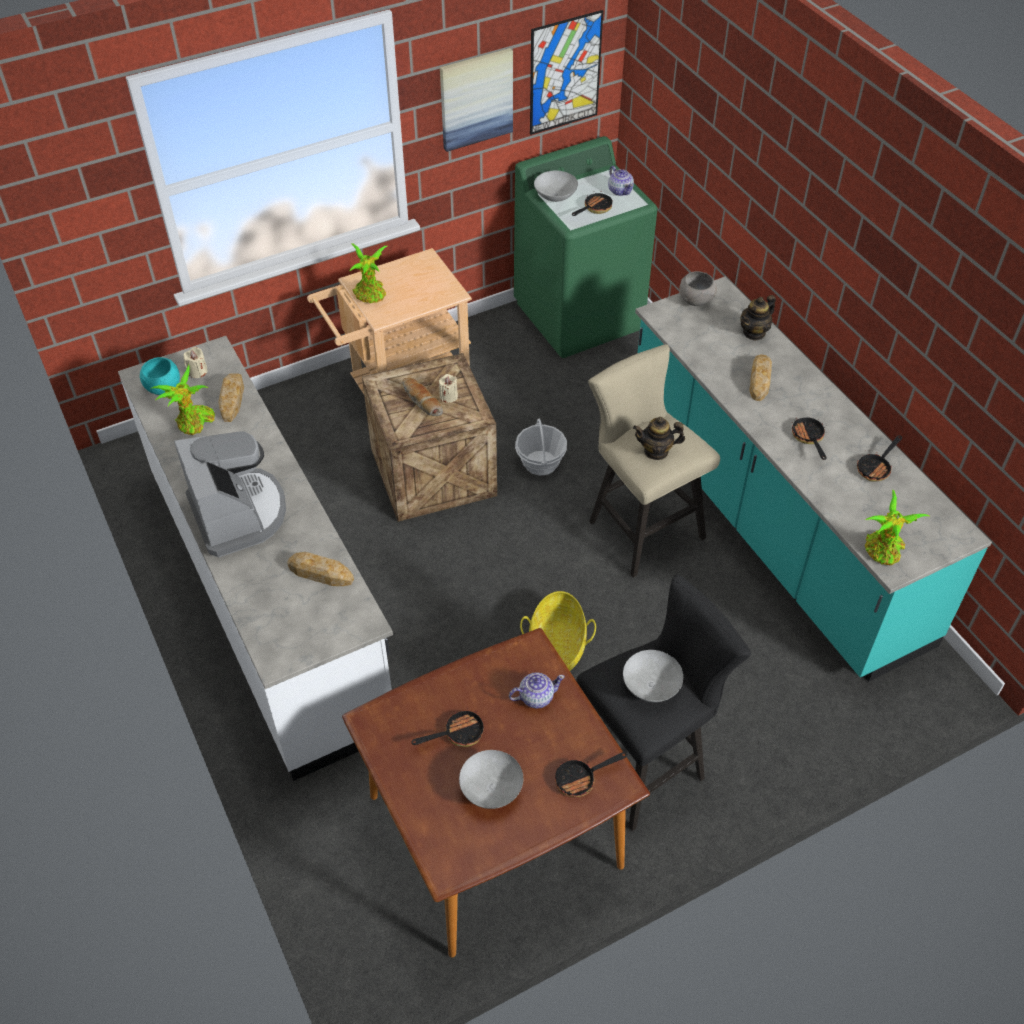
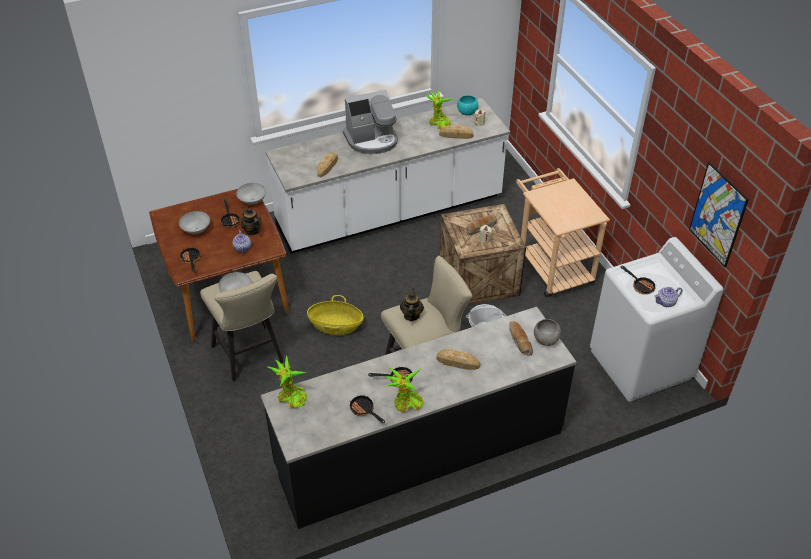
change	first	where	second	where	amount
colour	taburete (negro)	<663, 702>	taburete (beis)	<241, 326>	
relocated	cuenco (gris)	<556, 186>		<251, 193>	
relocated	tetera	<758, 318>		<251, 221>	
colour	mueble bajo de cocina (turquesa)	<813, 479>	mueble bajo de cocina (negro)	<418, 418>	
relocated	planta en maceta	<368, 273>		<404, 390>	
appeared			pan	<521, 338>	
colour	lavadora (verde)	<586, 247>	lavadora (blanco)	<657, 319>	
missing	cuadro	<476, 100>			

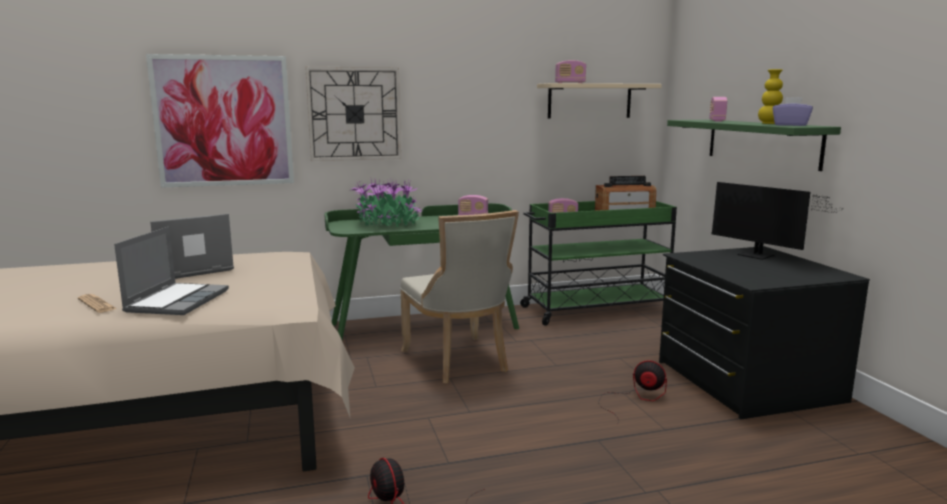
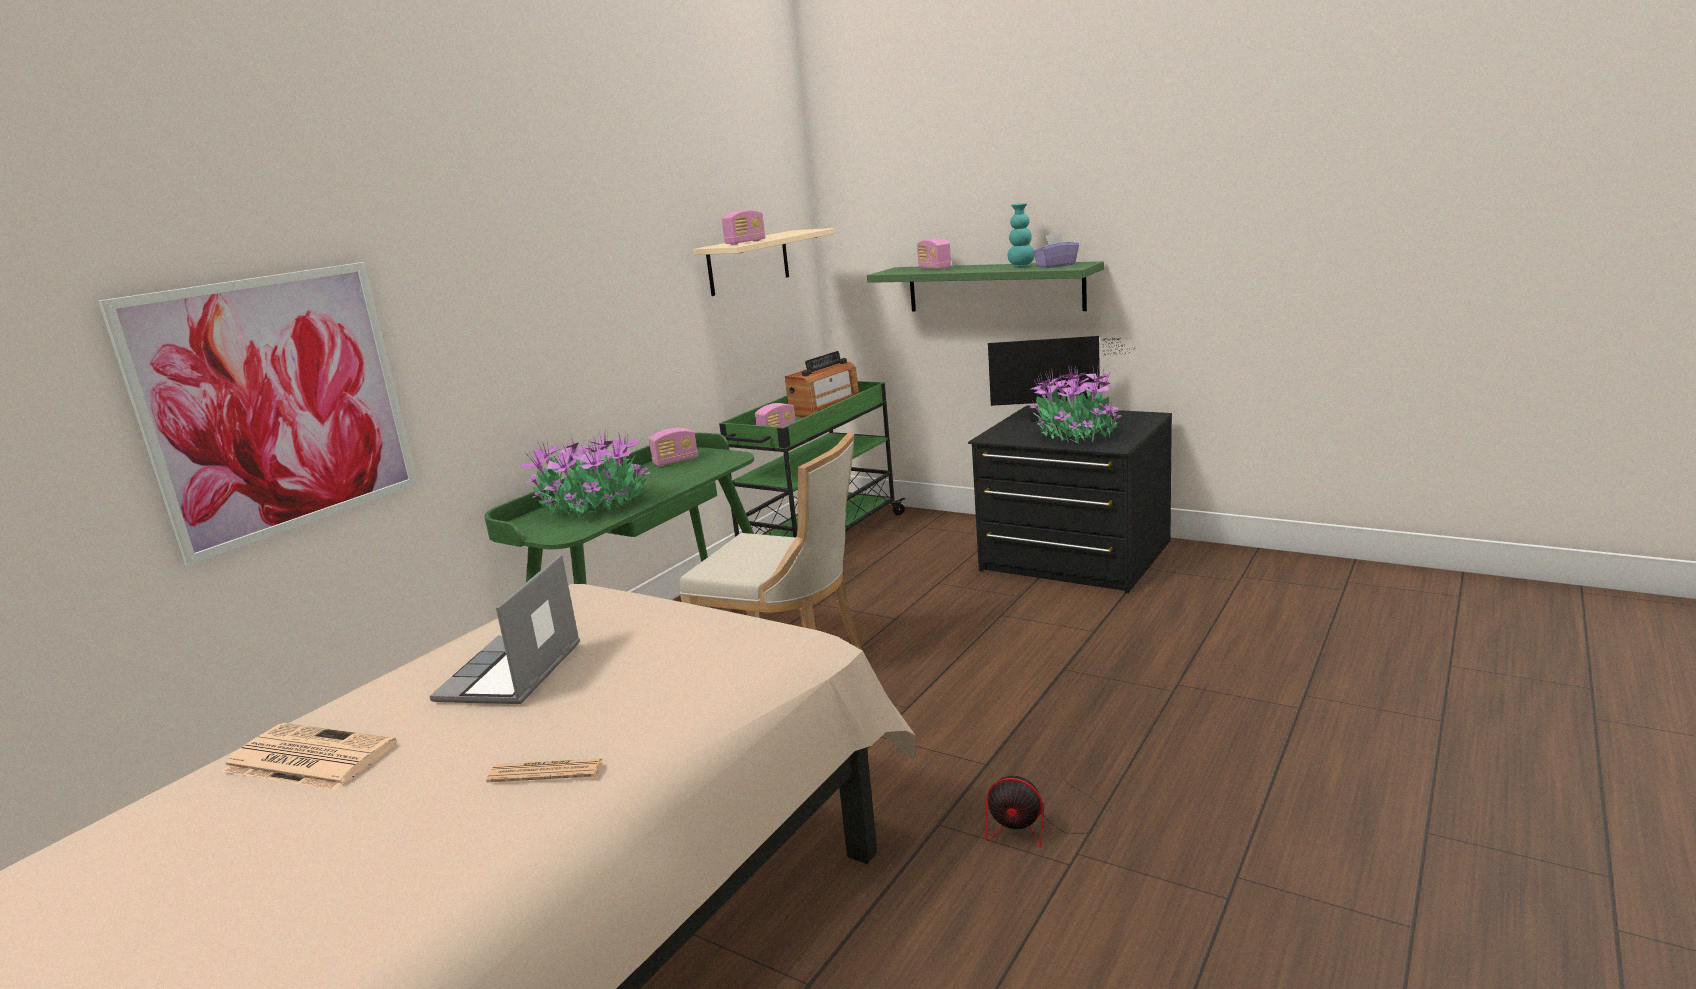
change	first	where	second	where	amount
appeared			periódico	<309, 756>	
colour	florero (amarillo)	<770, 96>	florero (turquesa)	<1021, 235>	
appeared			planta en maceta	<1075, 405>	
missing	portátil	<171, 271>			
missing	reloj de pared	<353, 114>			
missing	ventilador	<632, 392>			

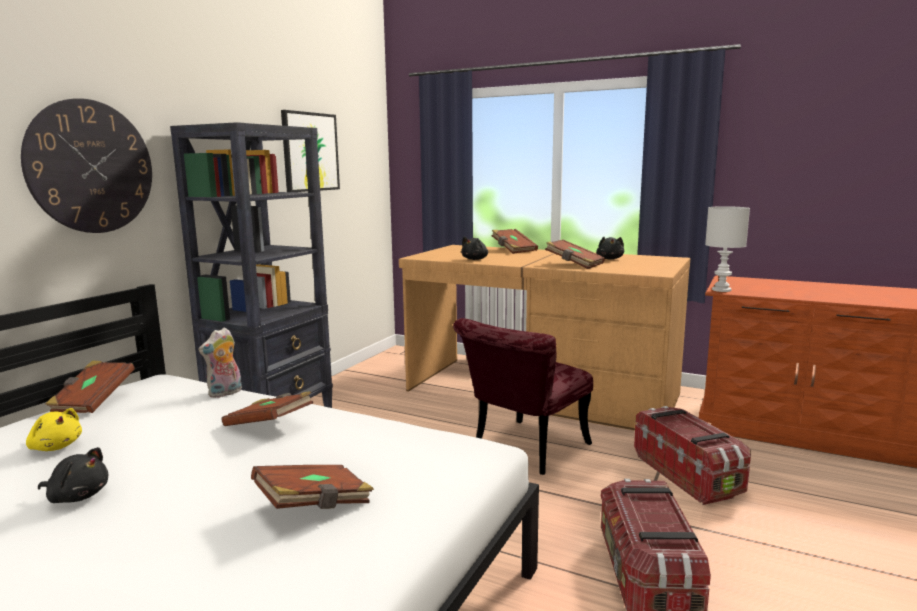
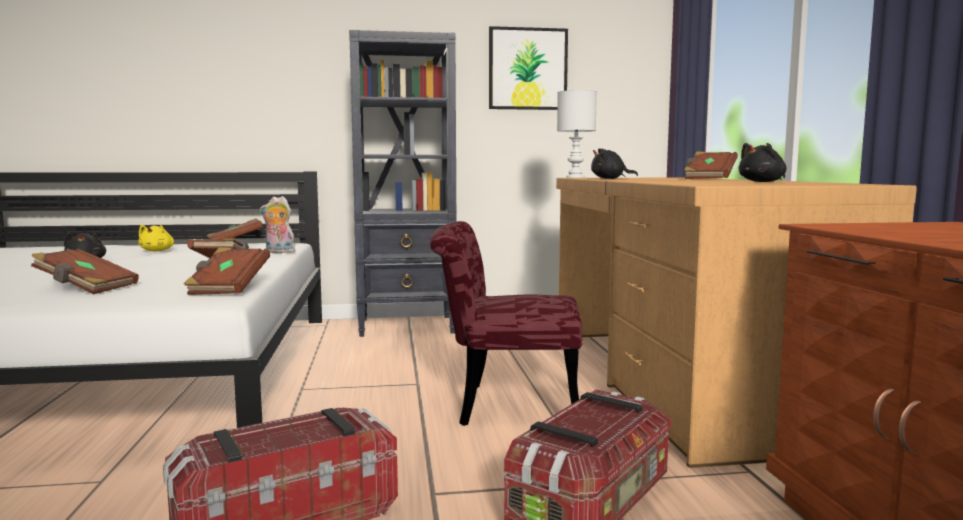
change	first	where	second	where	amount
relocated	libro (marrón)	<575, 254>		<227, 271>	
relocated	lámpara de mesa (blanco)	<727, 249>		<577, 134>	
missing	reloj de pared	<86, 165>			

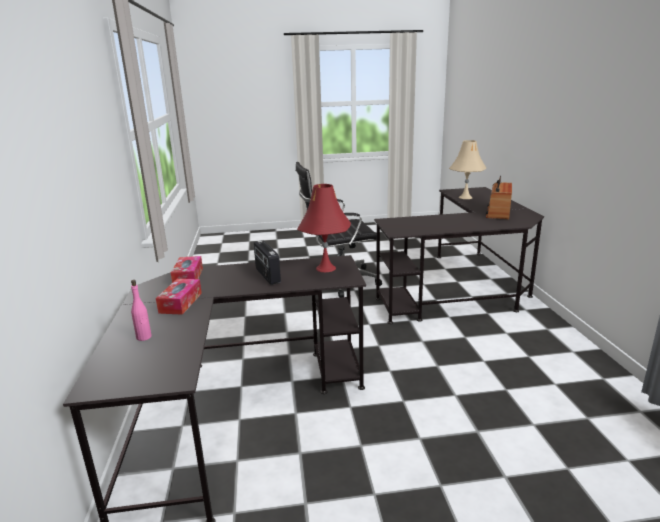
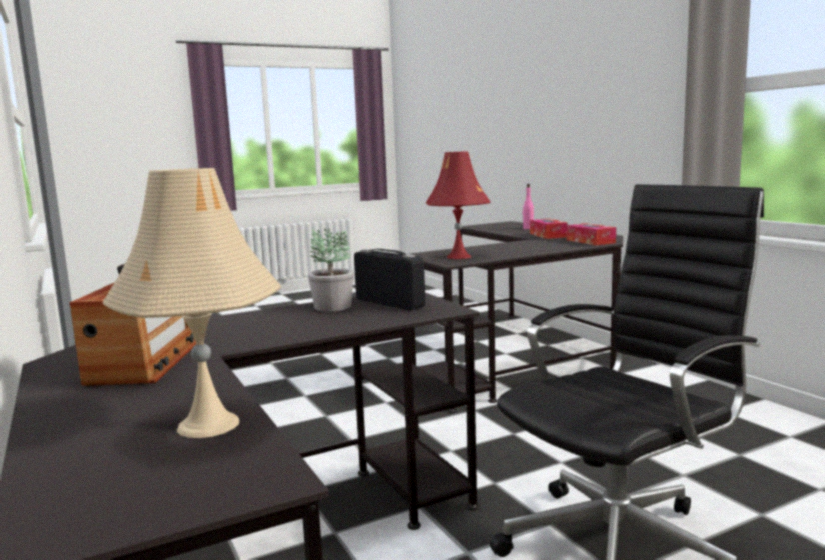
change	first	where	second	where	amount
appeared			planta en maceta	<331, 269>	
relocated	radio	<267, 263>		<389, 279>	

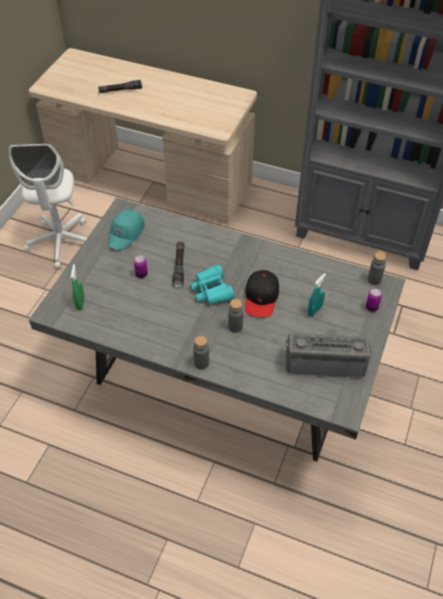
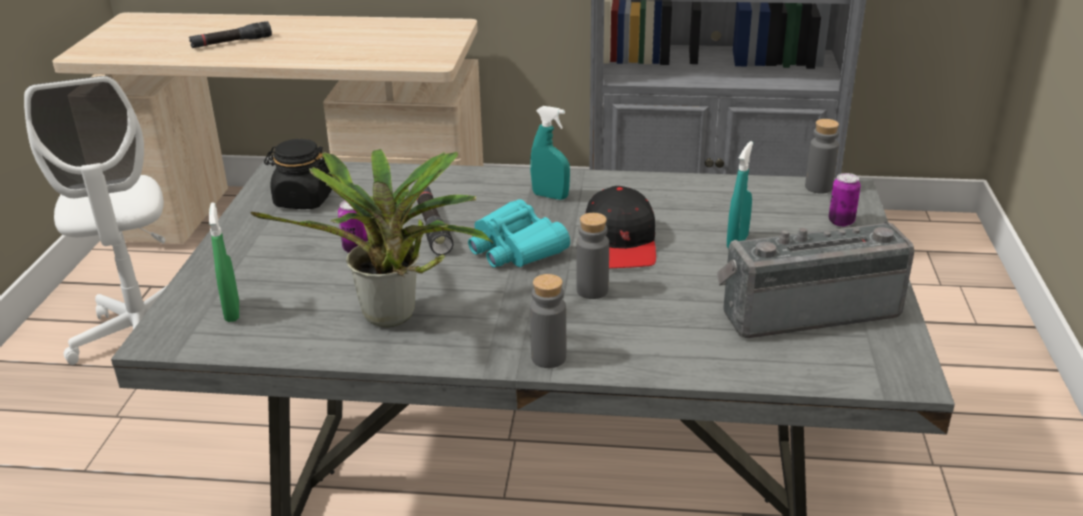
change	first	where	second	where	amount
appeared			planta en maceta	<372, 238>	
exchanged	gorra (turquesa)	<126, 230>	tarro (negro)	<298, 174>	
appeared			pulverizador (turquesa)	<550, 153>	

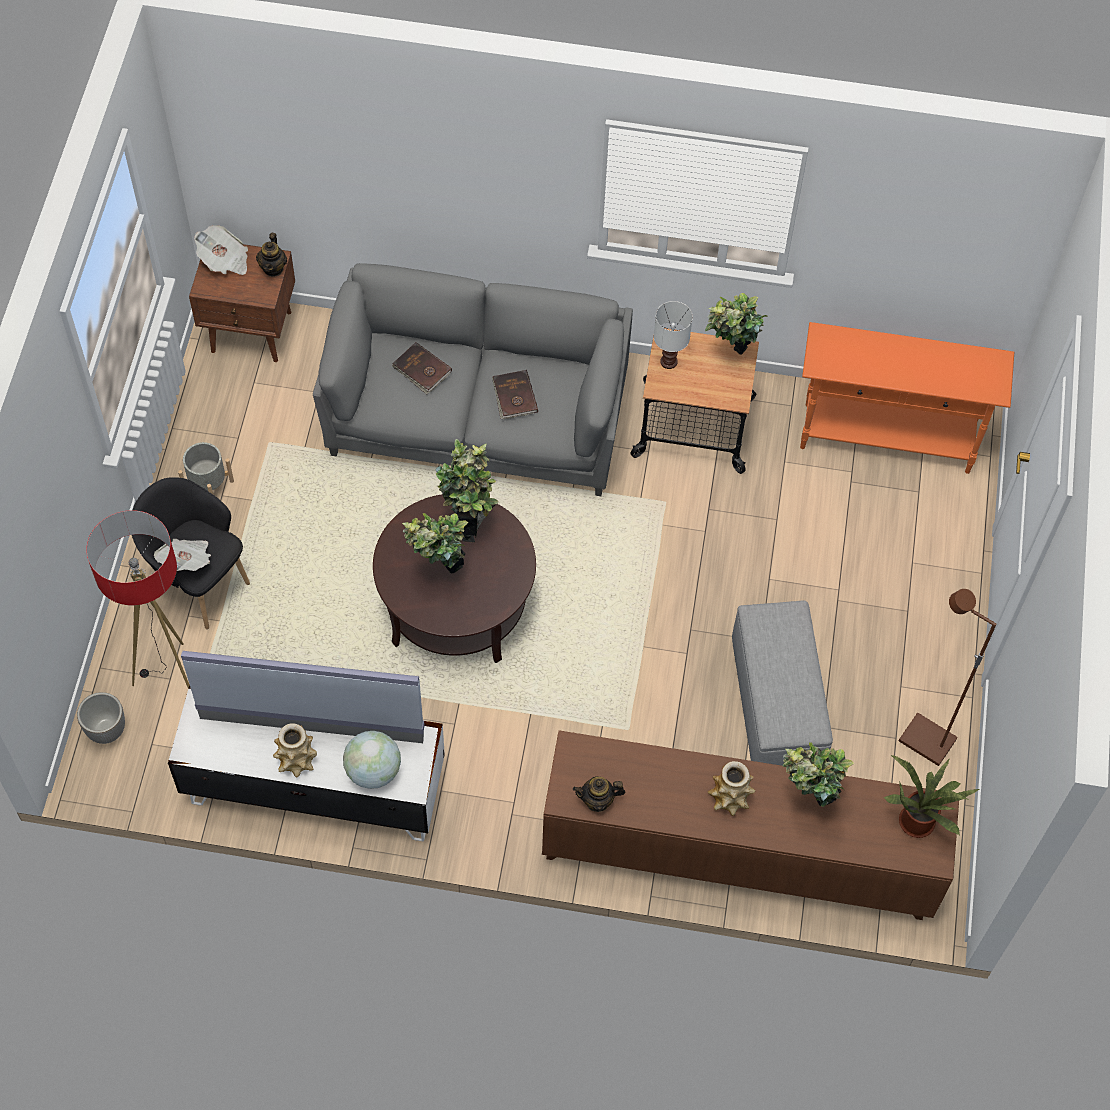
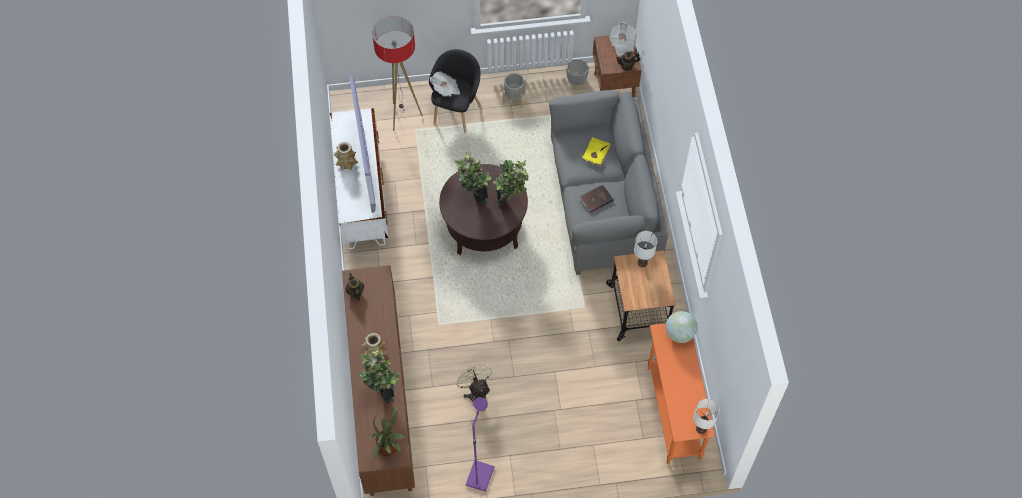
change	first	where	second	where	amount
exchanged	puf (gris)	<782, 683>	ventilador (beis)	<473, 386>	
colour	lámpara de pie (marrón)	<948, 677>	lámpara de pie (morado)	<480, 444>	
relocated	maceta	<101, 718>		<577, 72>	
colour	libro (marrón)	<422, 368>	libro (amarillo)	<595, 151>	
relocated	globo terráqueo	<372, 760>		<682, 327>	
appeared			lámpara de mesa (blanco)	<706, 416>	
missing	planta en maceta	<736, 324>			

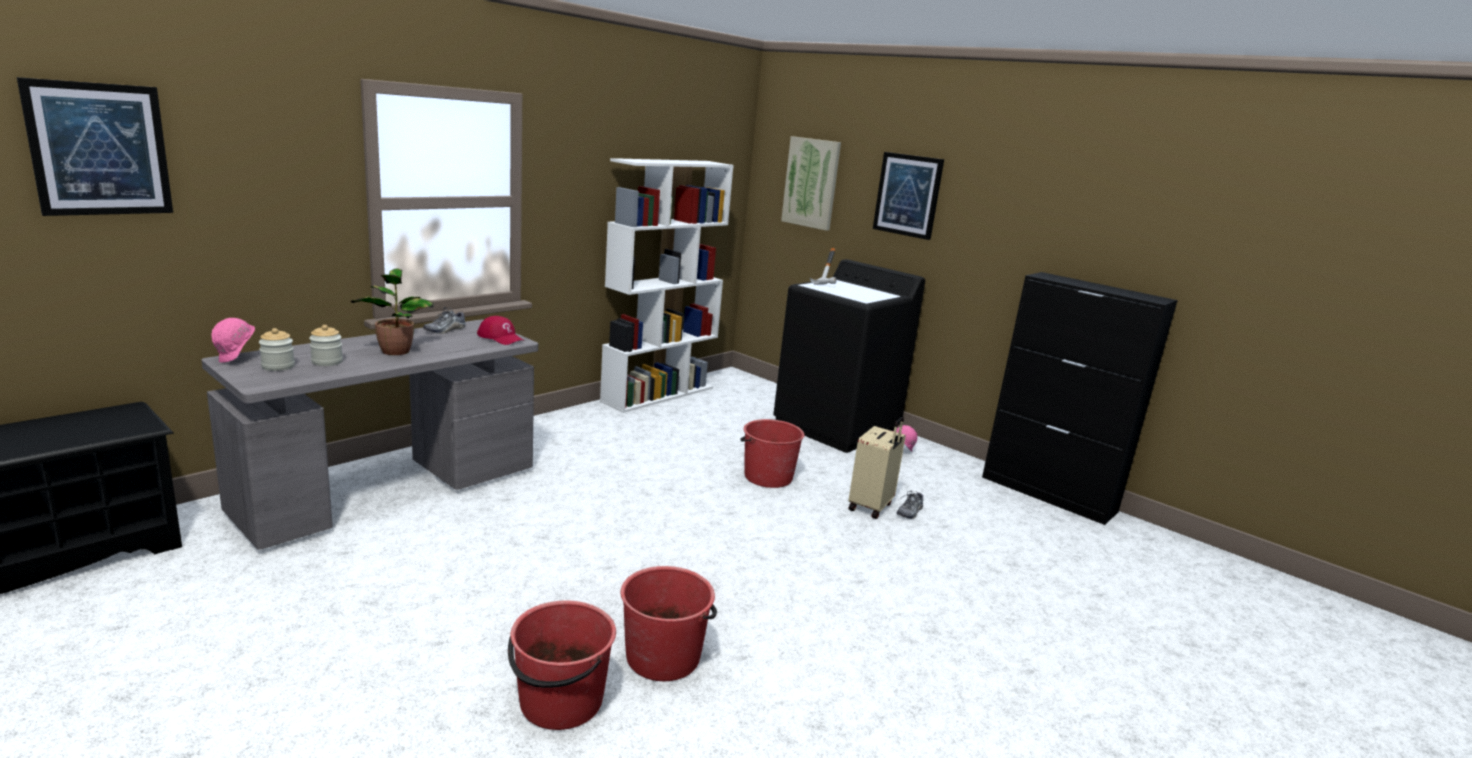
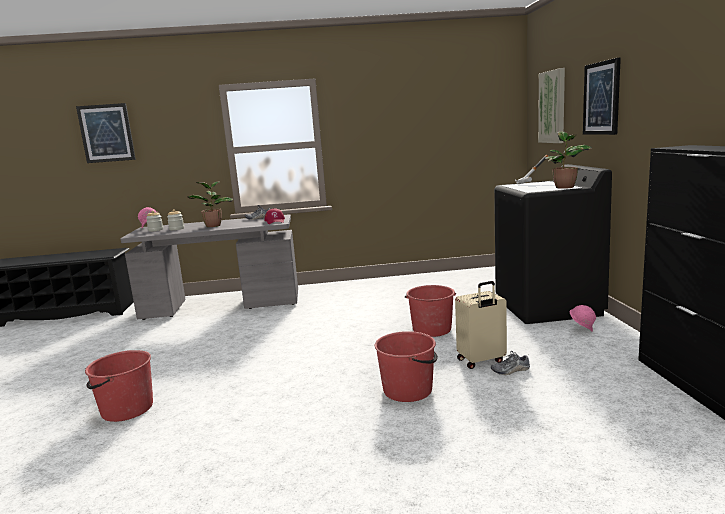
change	first	where	second	where	amount
relocated	cubo (rojo)	<669, 623>		<406, 366>	
appeared			planta en maceta	<568, 160>	
missing	estantería (blanco)	<667, 285>			

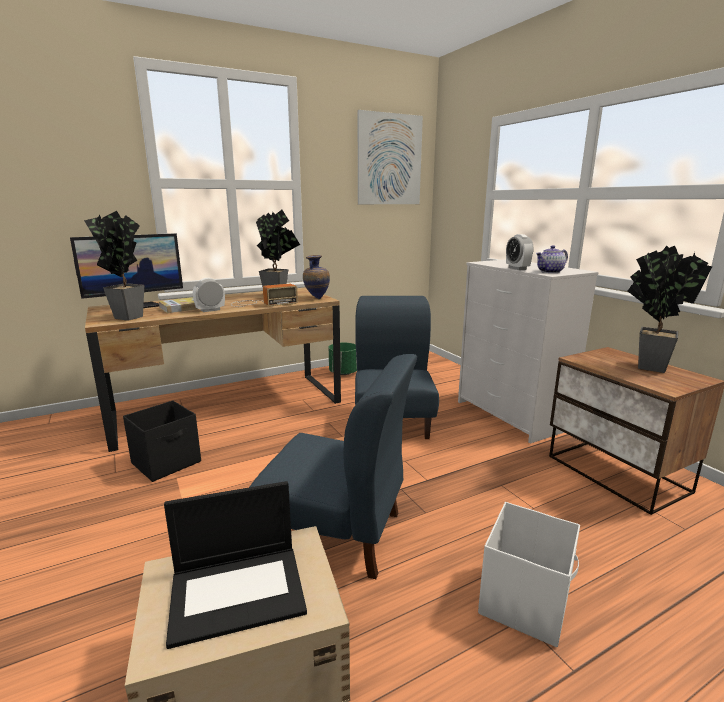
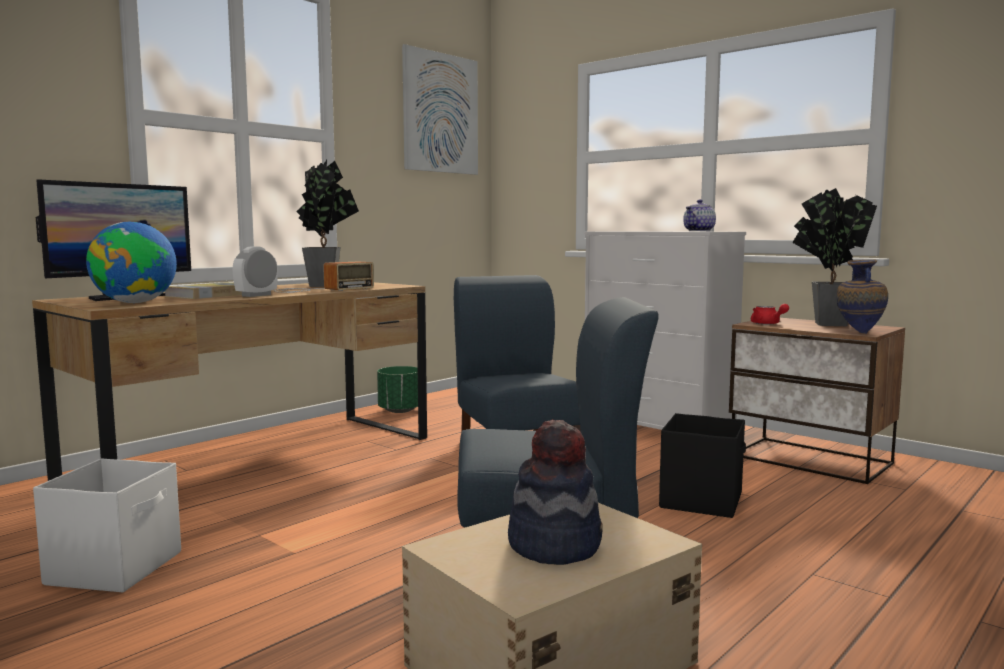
change	first	where	second	where	amount
relocated	caja de almacenaje (blanco)	<529, 574>		<107, 525>	
exchanged	planta en maceta	<114, 266>	globo terráqueo	<131, 262>	
exchanged	portátil	<235, 565>	sombrero	<555, 492>	
relocated	caja de almacenaje (negro)	<162, 441>		<702, 465>	
appeared			tetera (rojo)	<770, 314>	
relocated	florero	<316, 277>		<862, 297>	
missing	despertador	<520, 252>			

